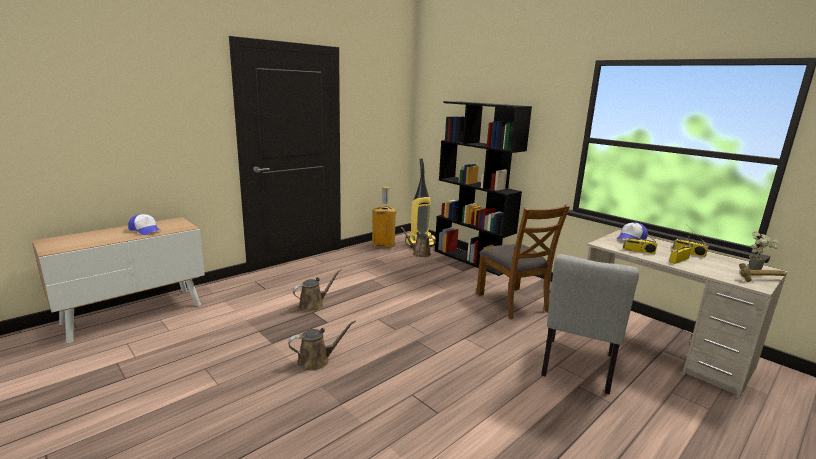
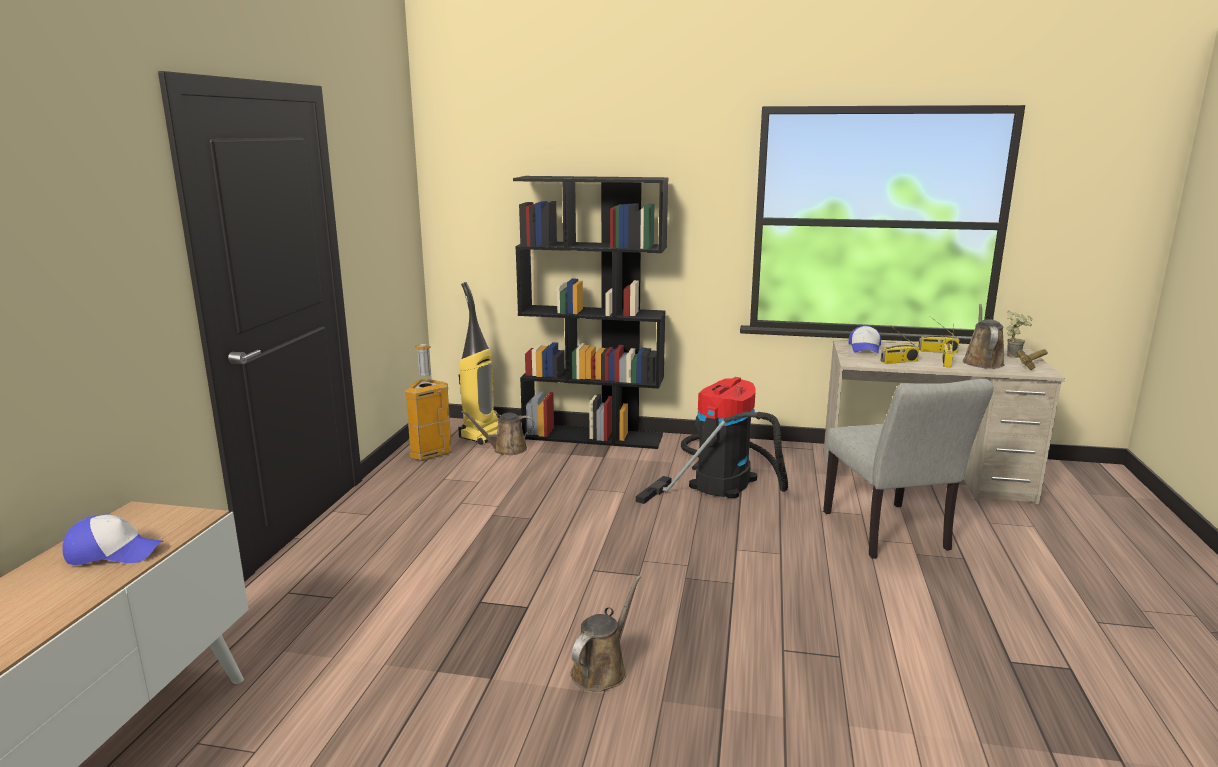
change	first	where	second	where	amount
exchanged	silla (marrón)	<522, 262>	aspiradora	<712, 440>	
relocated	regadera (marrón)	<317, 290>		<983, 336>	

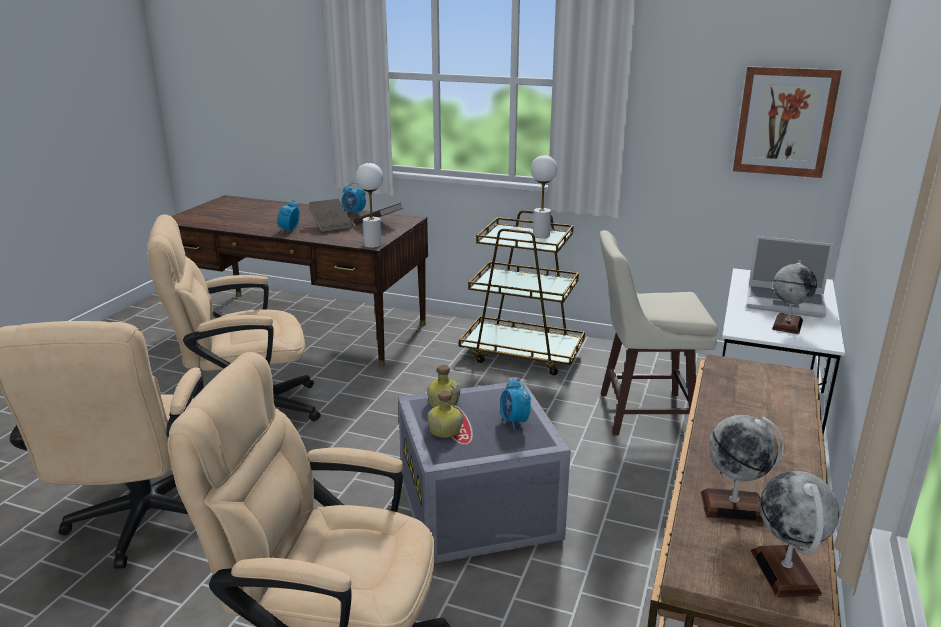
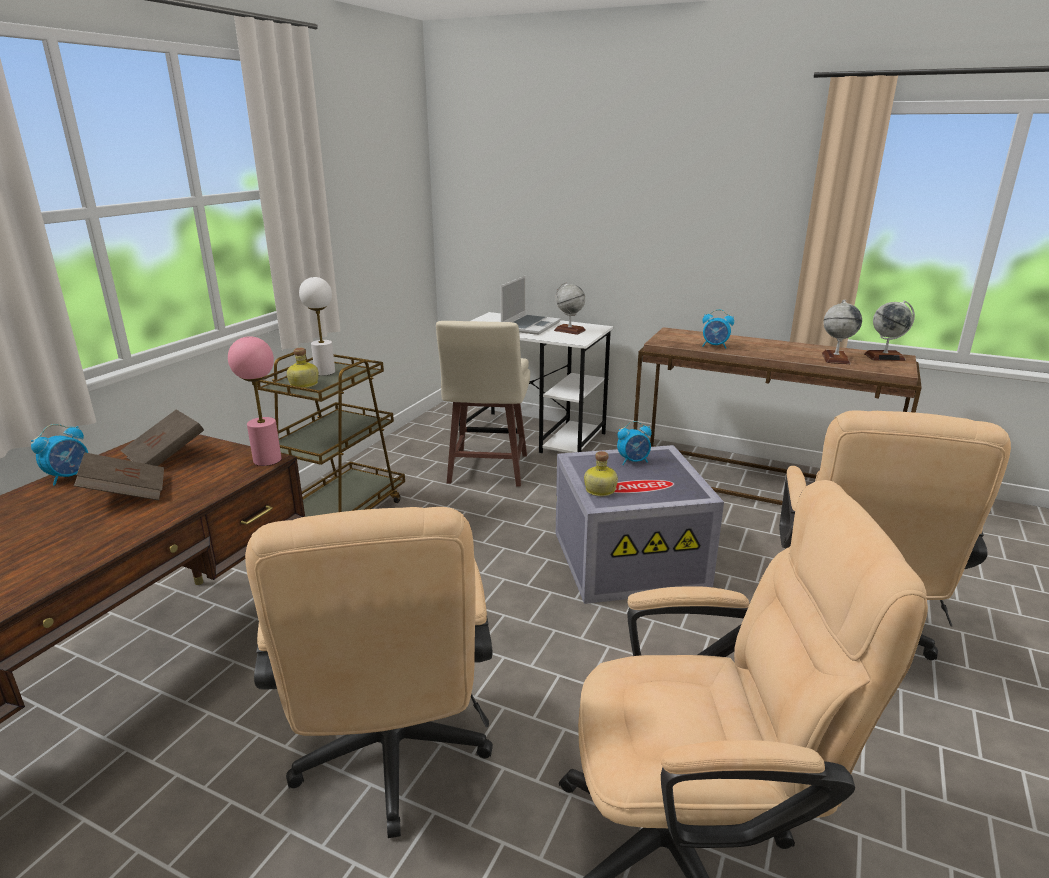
change	first	where	second	where	amount
colour	lámpara de mesa (blanco)	<369, 205>	lámpara de mesa (rosa)	<254, 401>	
relocated	botella	<445, 414>		<303, 368>	
relocated	despertador	<288, 216>		<718, 329>	
missing	cuadro	<787, 122>			

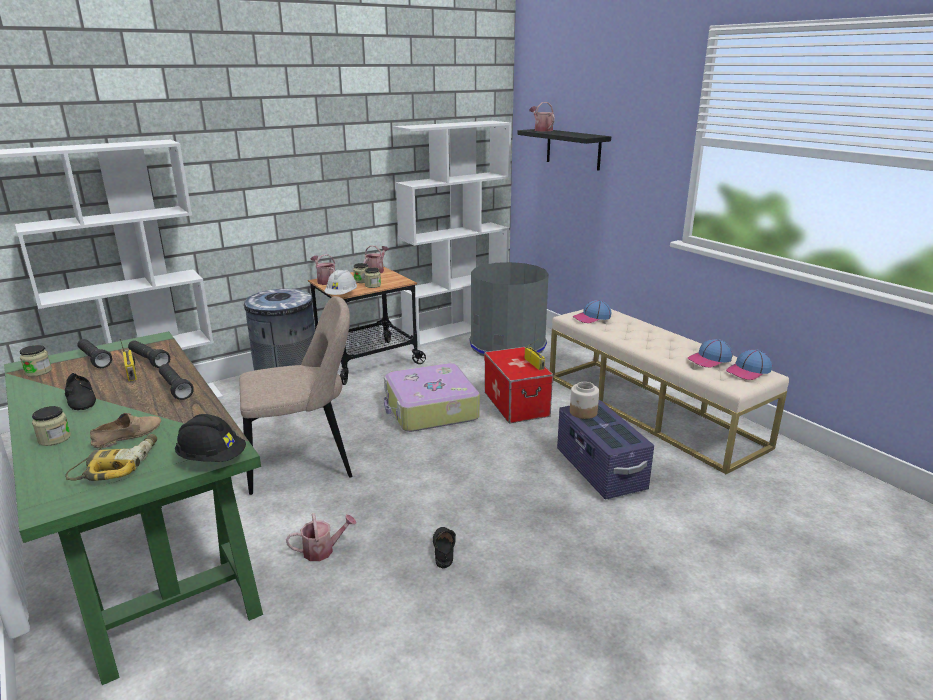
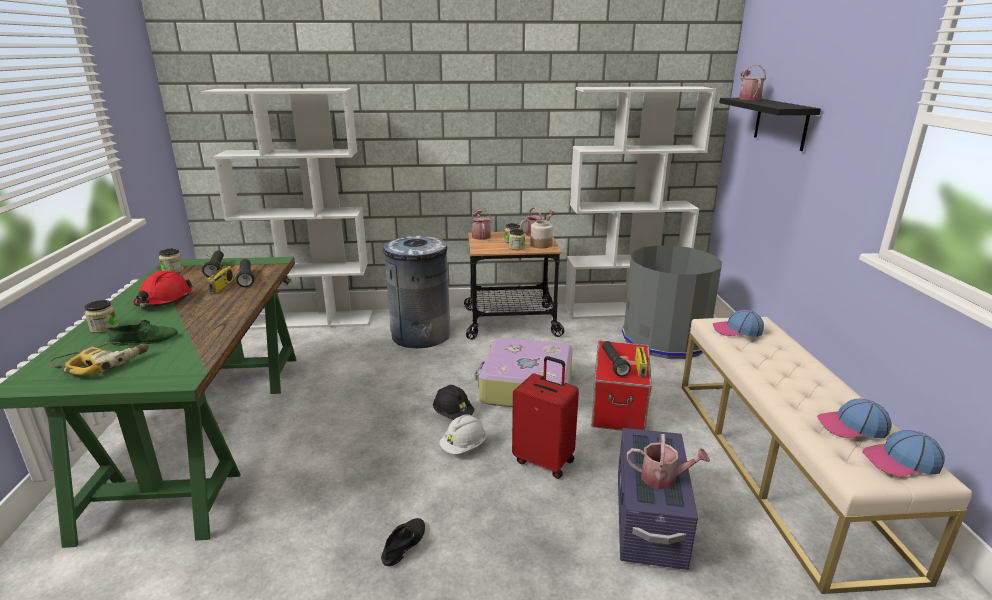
change	first	where	second	where	amount
colour	zapato (beis)	<125, 430>	zapato (verde)	<142, 333>	
exchanged	zapato (negro)	<80, 391>	casco (rojo)	<163, 289>	
relocated	casco (negro)	<210, 438>		<453, 402>	
relocated	casco (blanco)	<340, 282>		<462, 434>	
appeared			maleta (rojo)	<545, 417>	
relocated	tarro	<584, 400>		<541, 234>	
relocated	linterna (negro)	<176, 382>		<616, 359>	
relocated	regadera	<321, 537>		<668, 461>	
missing	silla (beis)	<295, 395>			

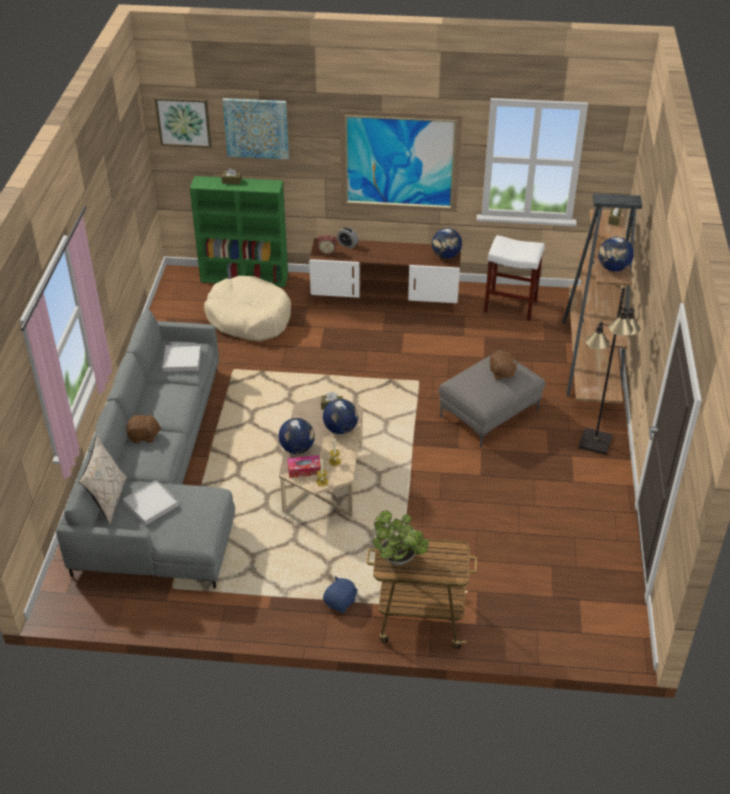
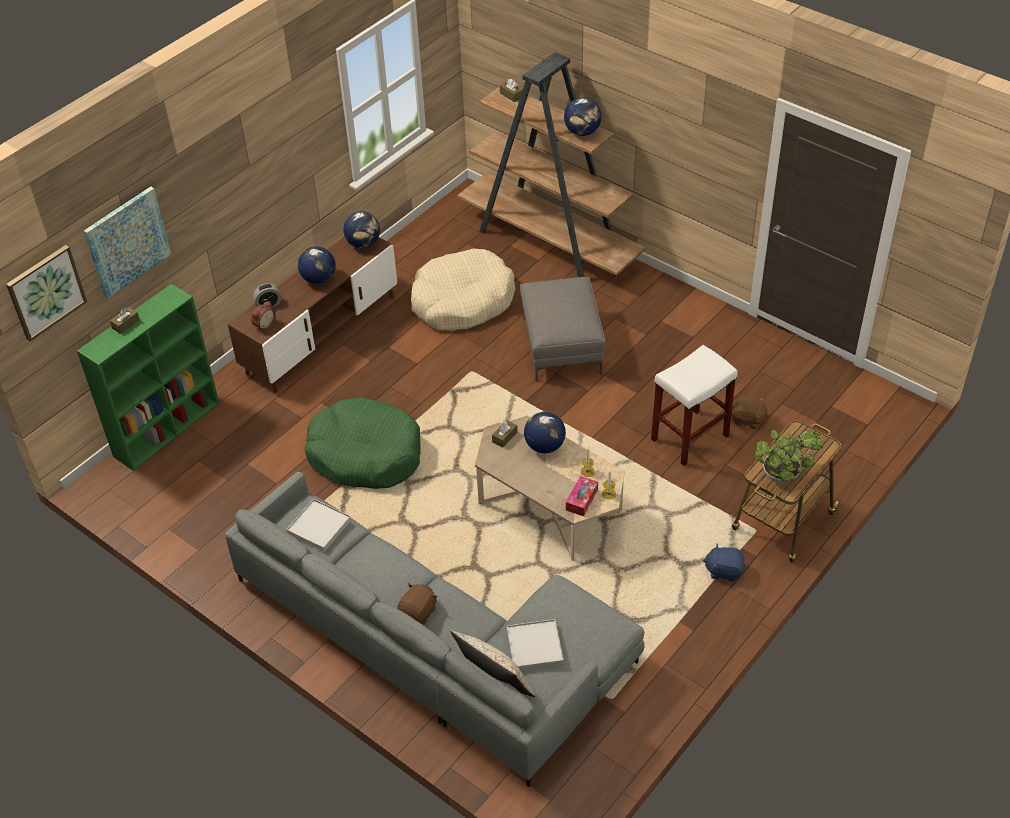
change	first	where	second	where	amount
relocated	globo terráqueo	<296, 436>		<317, 265>	
appeared			cama para perro (verde)	<362, 443>	
relocated	cama para perro (beis)	<247, 308>		<463, 290>	
relocated	taburete (blanco)	<514, 278>		<694, 405>	
spun	peluche (azul)	<340, 594>		<724, 562>	60 degrees counterclockwise
relocated	peluche (marrón)	<503, 365>		<750, 412>	
missing	cuadro	<401, 161>			
missing	lámpara de pie (negro)	<609, 371>			

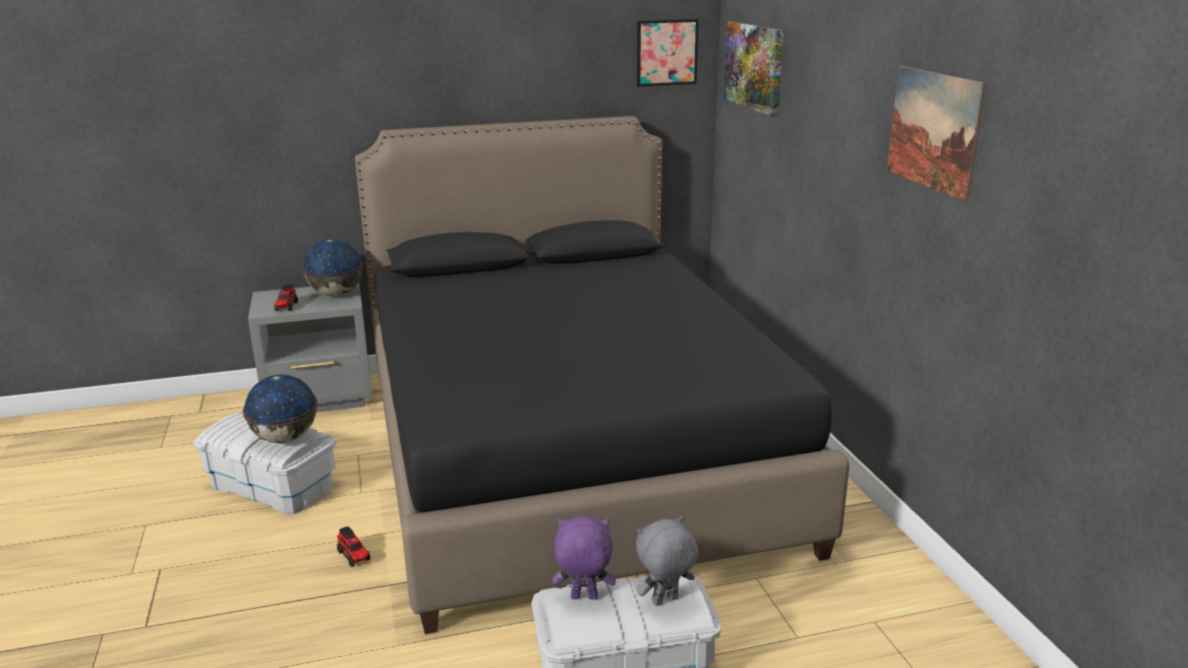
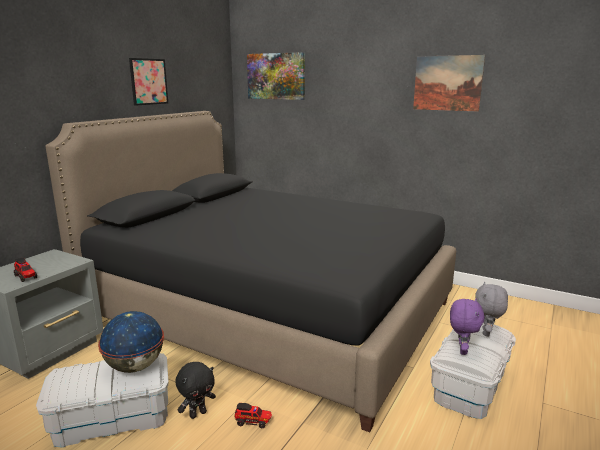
change	first	where	second	where	amount
relocated	cuadro	<668, 53>		<148, 82>	
appeared			peluche (negro)	<195, 390>	
spun	peluche (morado)	<584, 558>		<467, 326>	150 degrees clockwise
missing	globo terráqueo	<332, 267>			

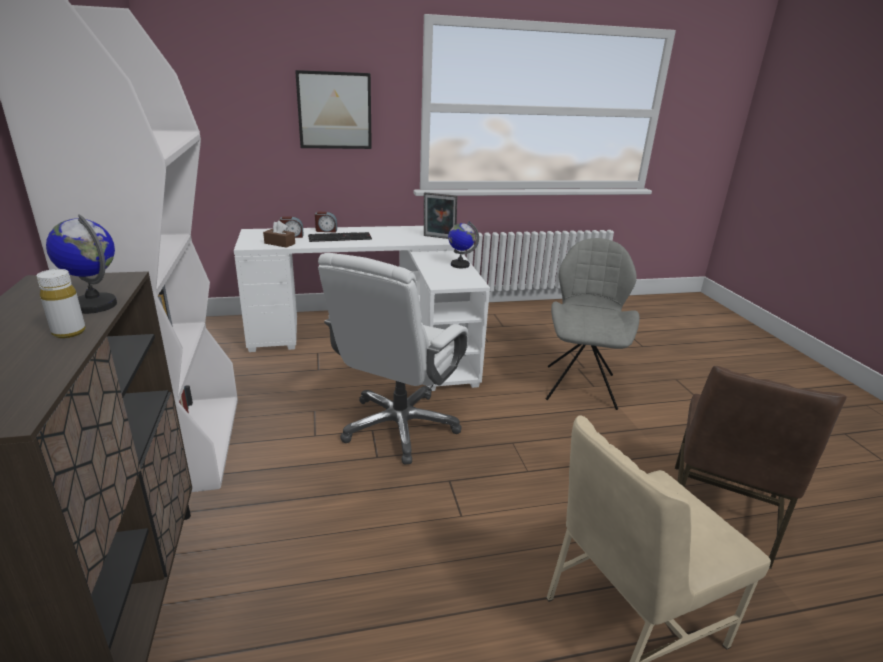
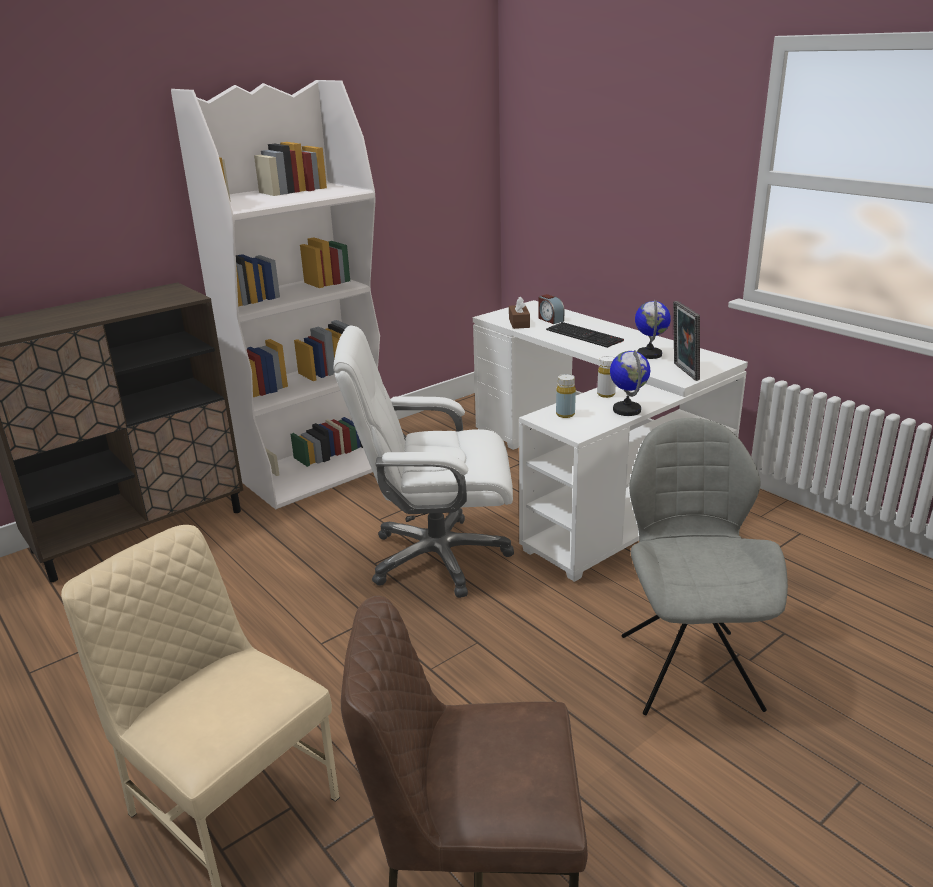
change	first	where	second	where	amount
appeared			botella (amarillo)	<566, 396>	
relocated	botella (blanco)	<61, 303>		<606, 377>	
spun	silla (gris)	<593, 324>		<704, 566>	75 degrees counterclockwise
relocated	globo terráqueo	<81, 264>		<653, 329>	
missing	cuadro	<333, 109>			
missing	despertador	<326, 222>			

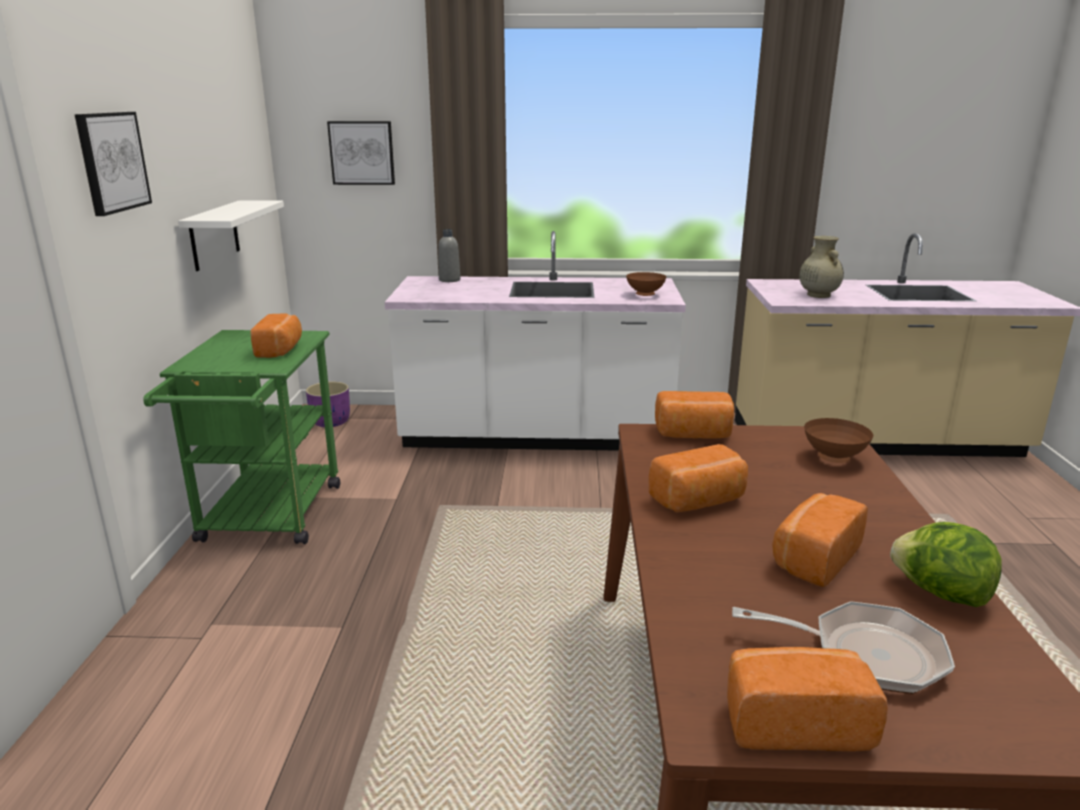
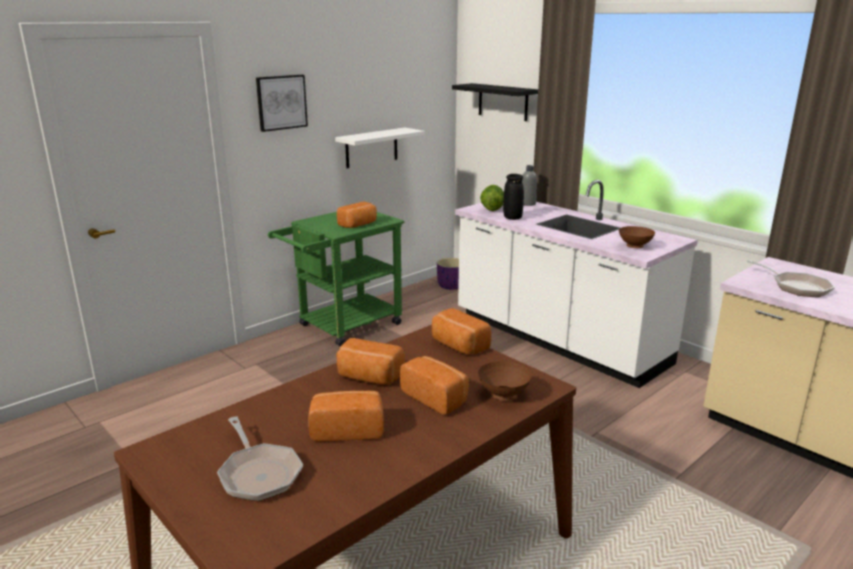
change	first	where	second	where	amount
relocated	pan	<807, 699>		<434, 385>	
exchanged	cuadro	<361, 153>	estante (negro)	<495, 102>	
relocated	lechuga	<946, 564>		<492, 198>	
appeared			florero (negro)	<513, 197>	
exchanged	florero (beis)	<821, 267>	sartén	<791, 278>	

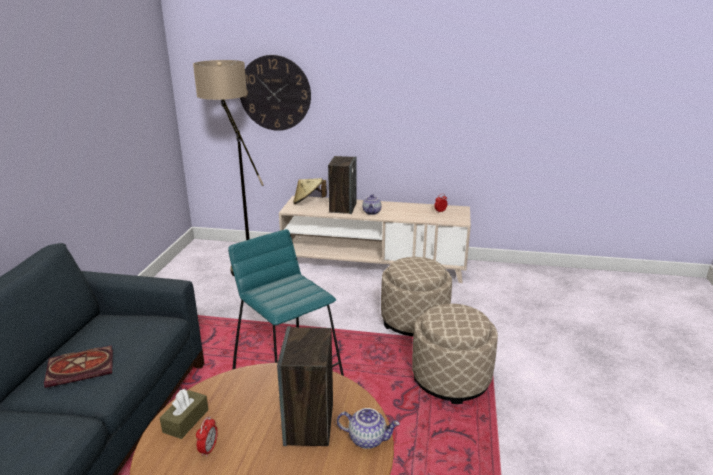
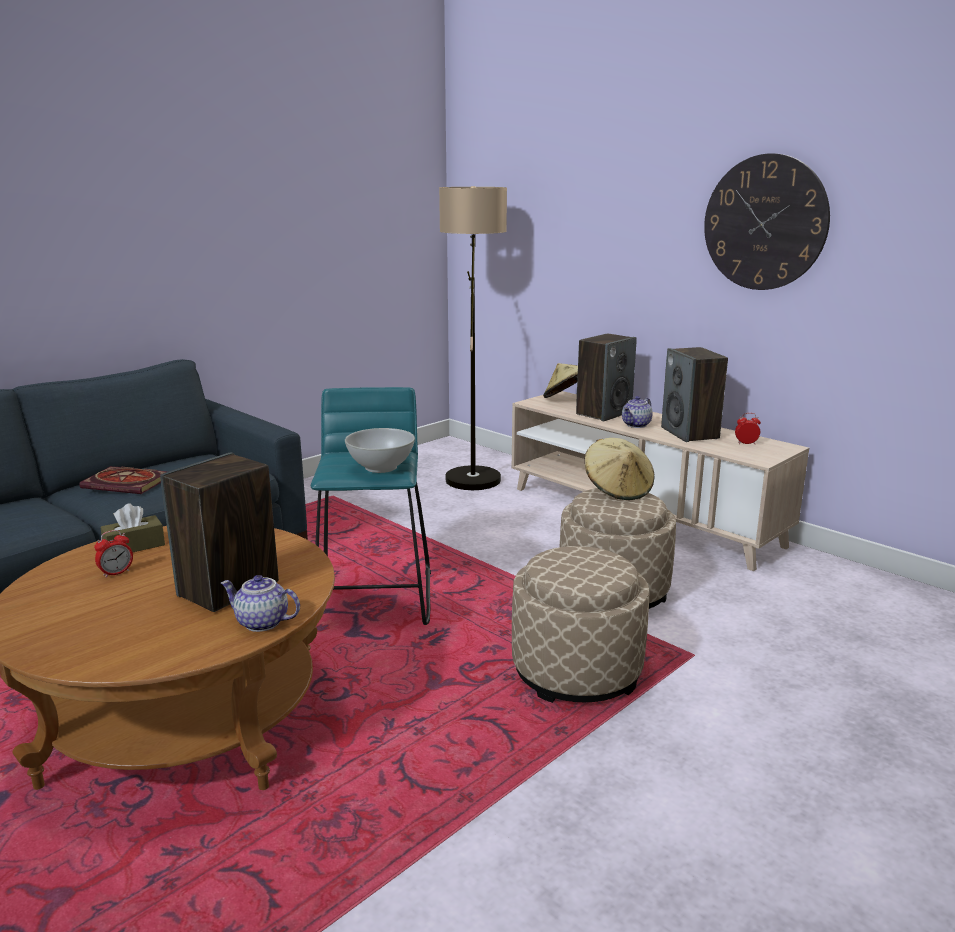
change	first	where	second	where	amount
spun	tetera	<368, 428>		<260, 603>	150 degrees clockwise
appeared			cuenco (blanco)	<380, 450>	
appeared			sombrero (beis)	<620, 469>	
appeared			altavoz	<694, 394>	
relocated	reloj de pared	<275, 93>		<767, 221>	

